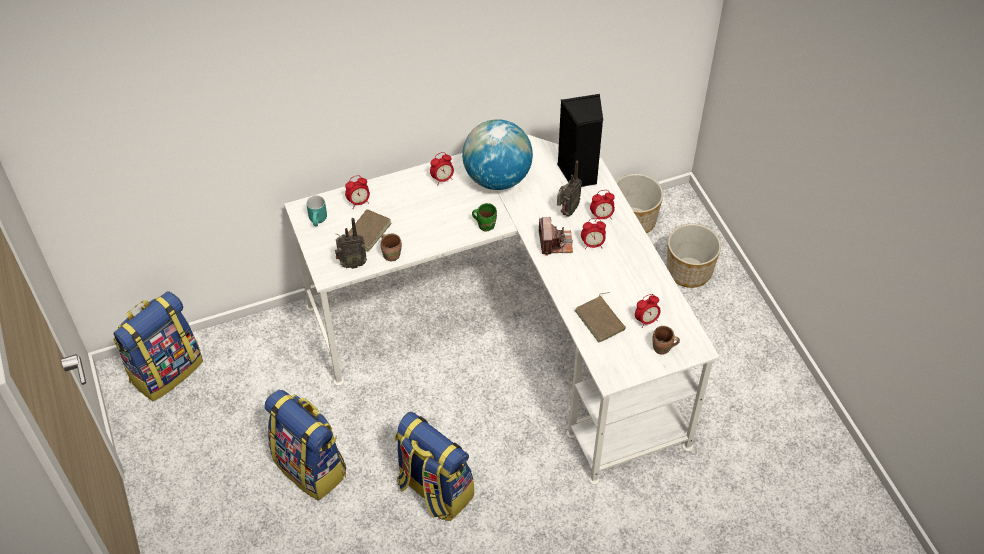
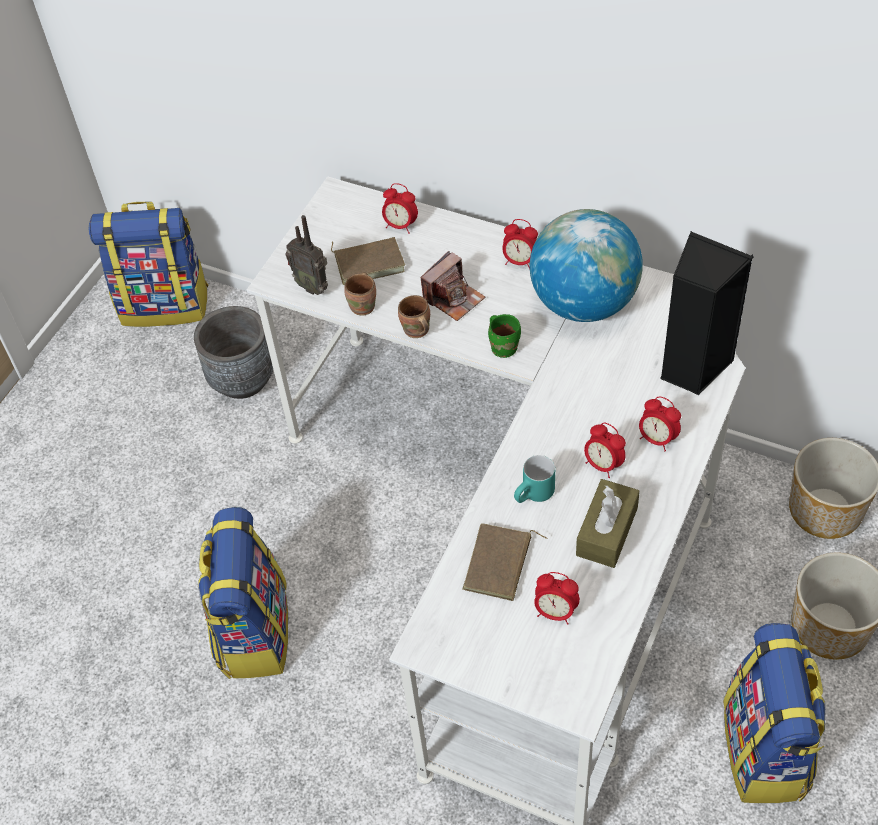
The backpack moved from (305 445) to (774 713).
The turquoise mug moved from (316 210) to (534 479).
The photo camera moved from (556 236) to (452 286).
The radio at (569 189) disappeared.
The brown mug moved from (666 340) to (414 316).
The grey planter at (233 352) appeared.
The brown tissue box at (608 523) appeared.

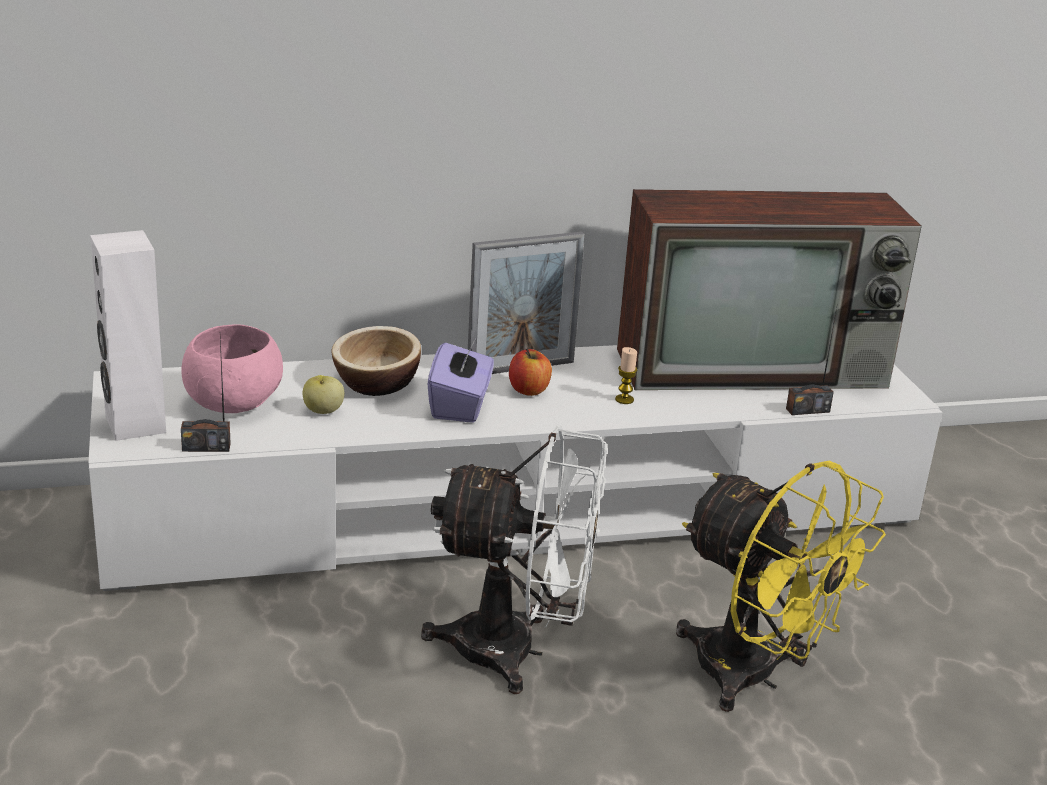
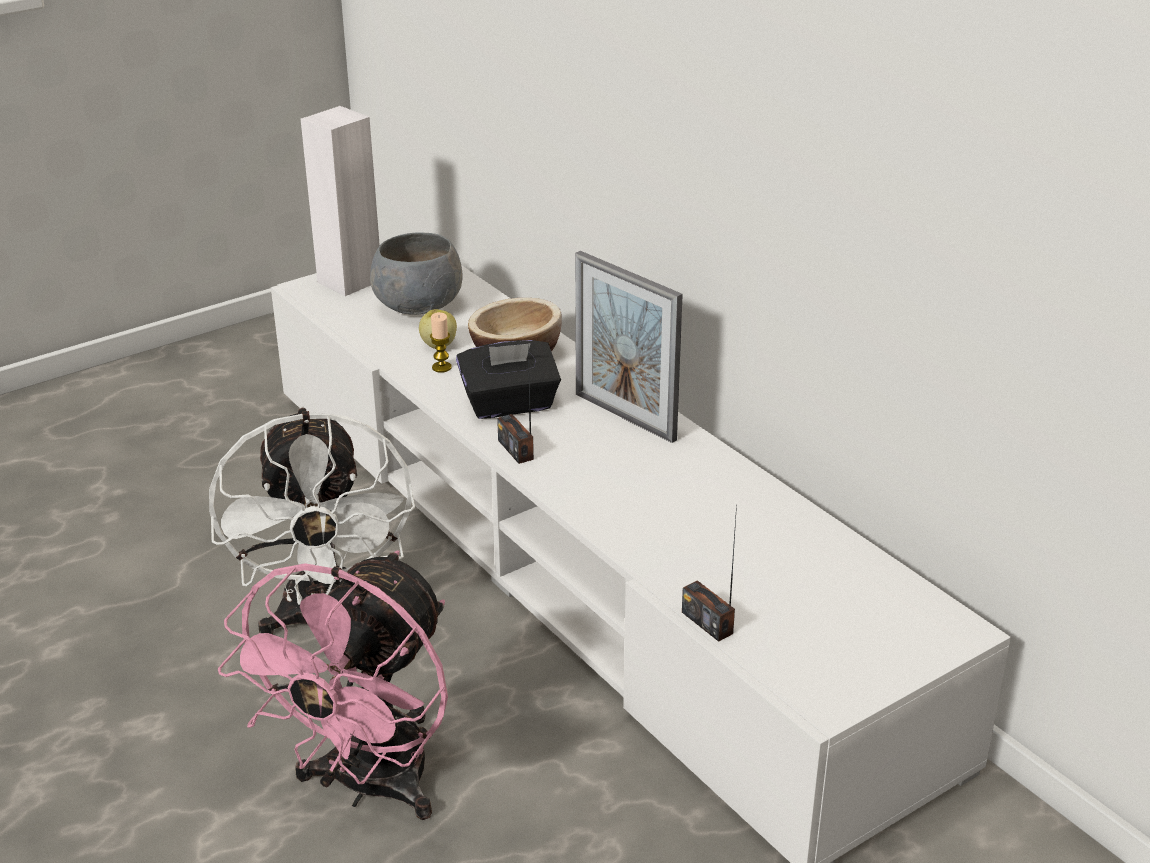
The radio moved from (206 395) to (515 403).
The pink bowl at (232 368) became the grey bowl at (416 273).
The purple tissue box at (461 380) became the black tissue box at (508 379).
The apple at (530 372) disappeared.
The candle moved from (626 375) to (441 342).
The television at (769 289) disappeared.
The yellow fan at (781 586) became the pink fan at (333 685).

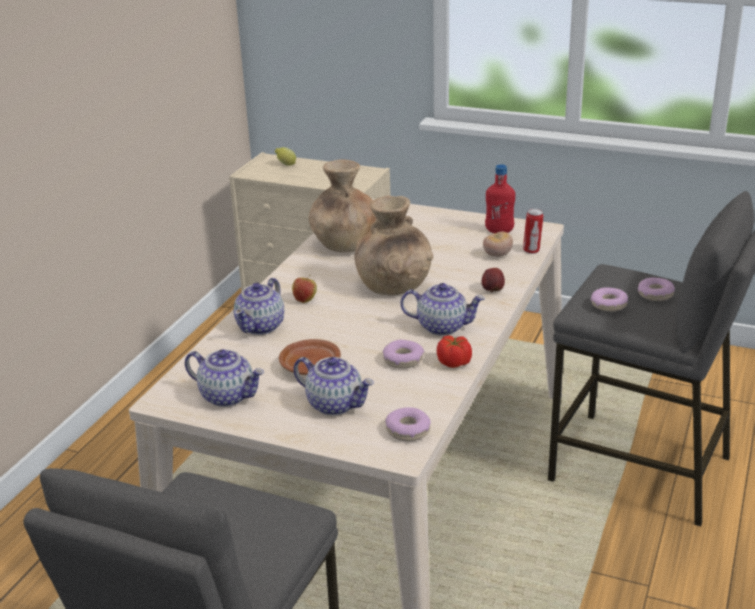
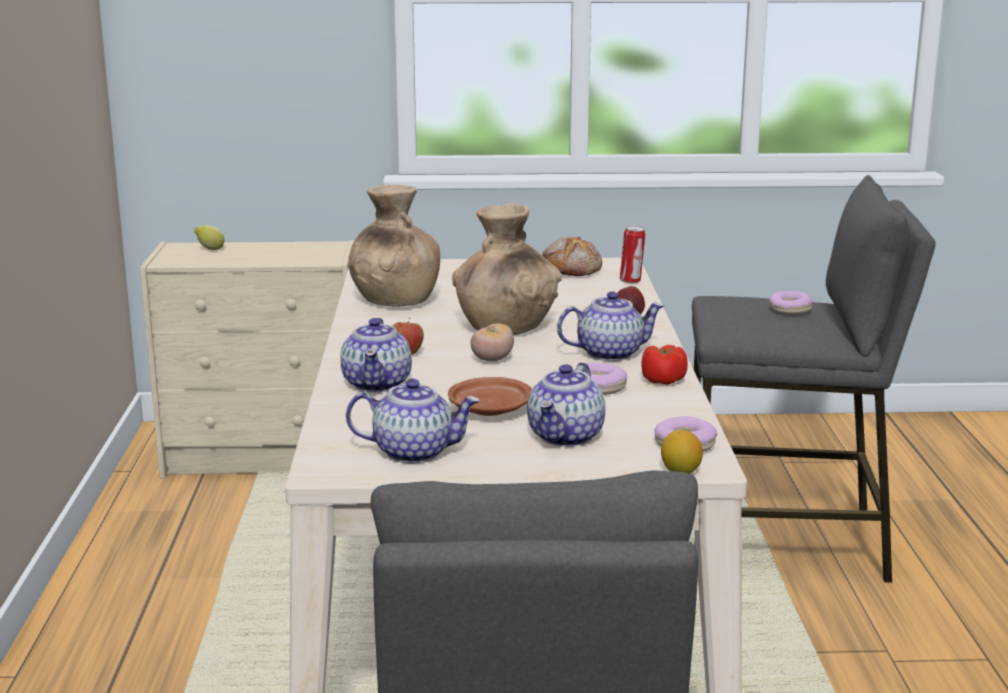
The teapot at (333 386) turned 105 degrees clockwise.
The tomato moved from (498 244) to (492 342).
The red bottle at (500 198) was replaced by the bread at (572 256).
The donut at (609 299) disappeared.
The lemon at (682 452) appeared.

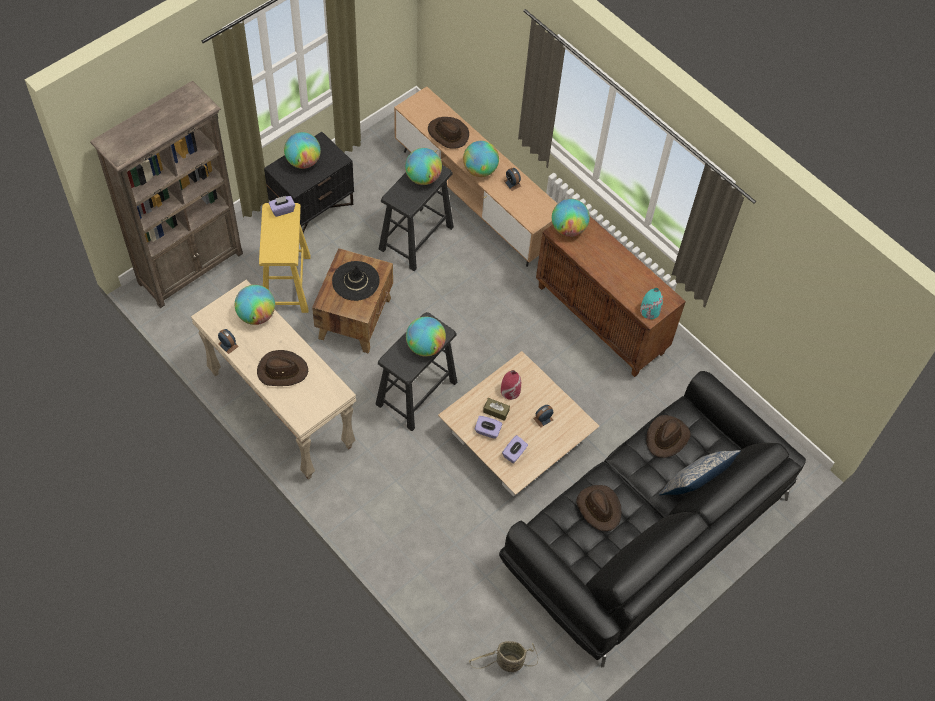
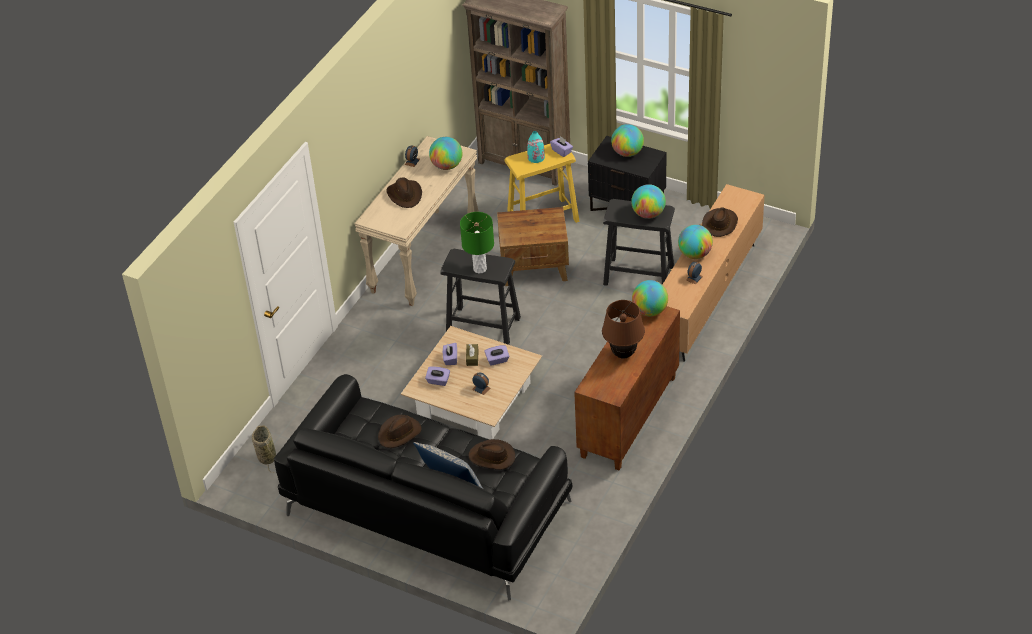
The black hat at (356 281) disappeared.
The globe at (426 337) was replaced by the green table lamp at (477 242).
The red vase at (511 385) was replaced by the purple tissue box at (496 355).
The turquoise vase moved from (651 303) to (536 147).
The brown table lamp at (623 329) appeared.

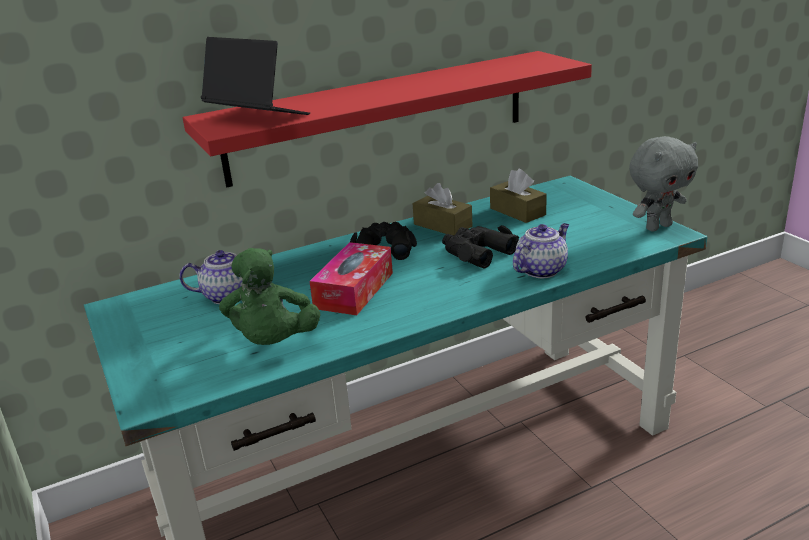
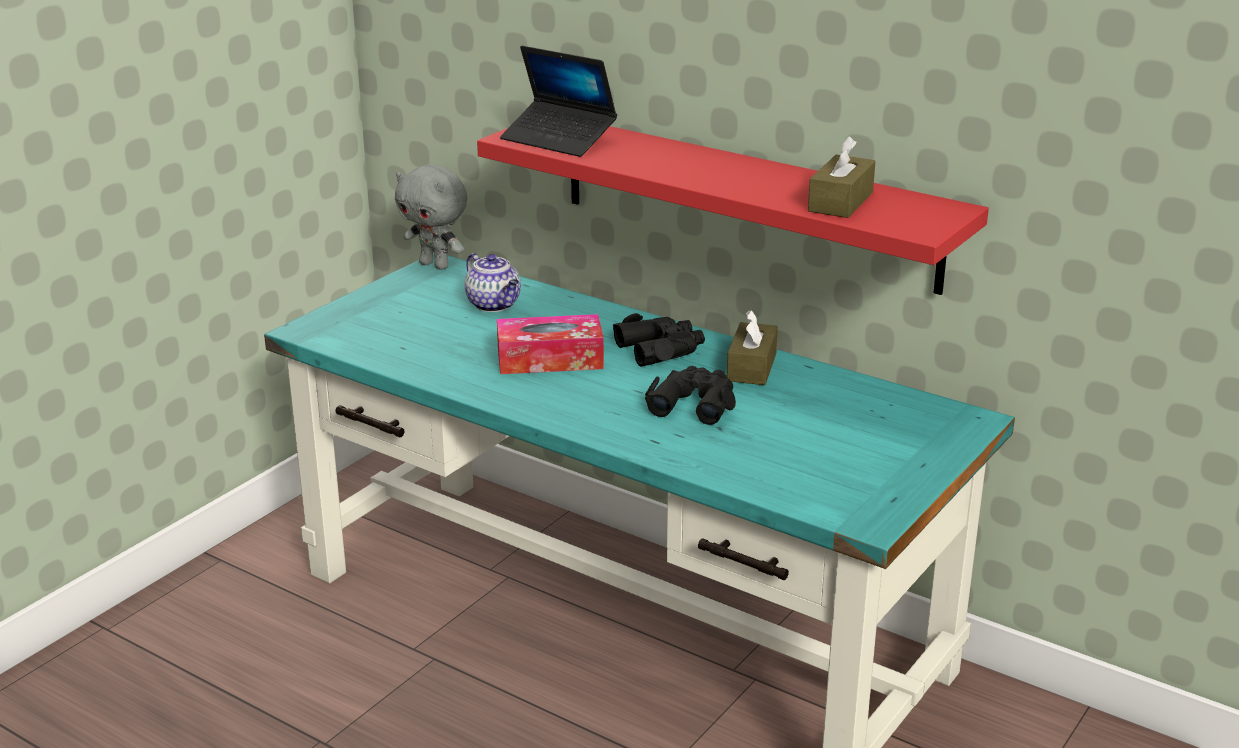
The laptop at (255 76) turned 120 degrees clockwise.
The green plush toy at (269 296) disappeared.
The brown tissue box moved from (518 196) to (841 177).
The teapot at (541 250) disappeared.
The grey plush toy moved from (663 183) to (431 217).

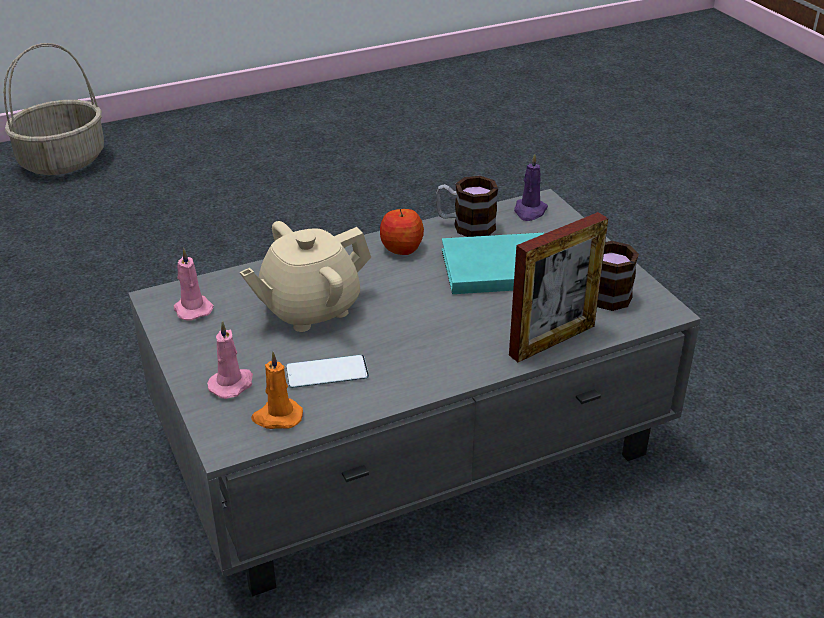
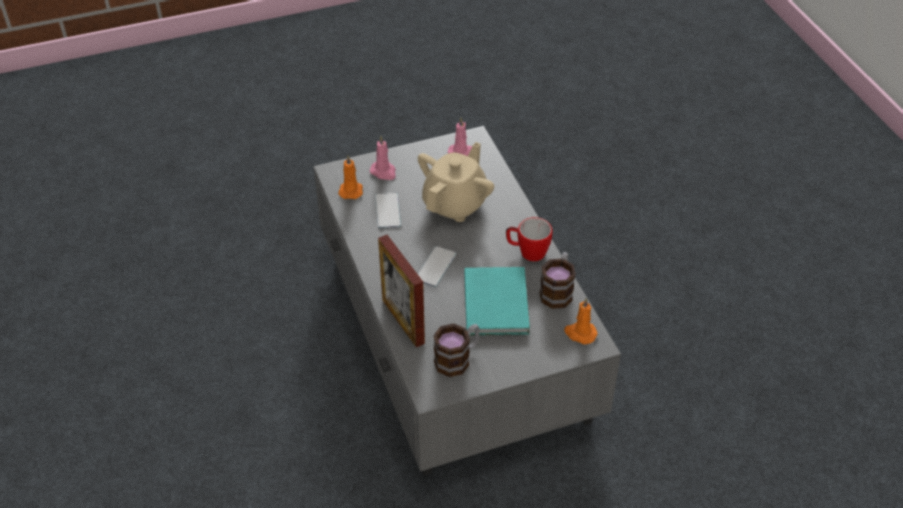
The basket at (53 109) disappeared.
The beige teapot at (305 276) turned 60 degrees clockwise.
The apple at (402 232) was replaced by the mug at (529 239).
The purple candle at (531 187) became the orange candle at (581 321).
The phone at (437 266) appeared.

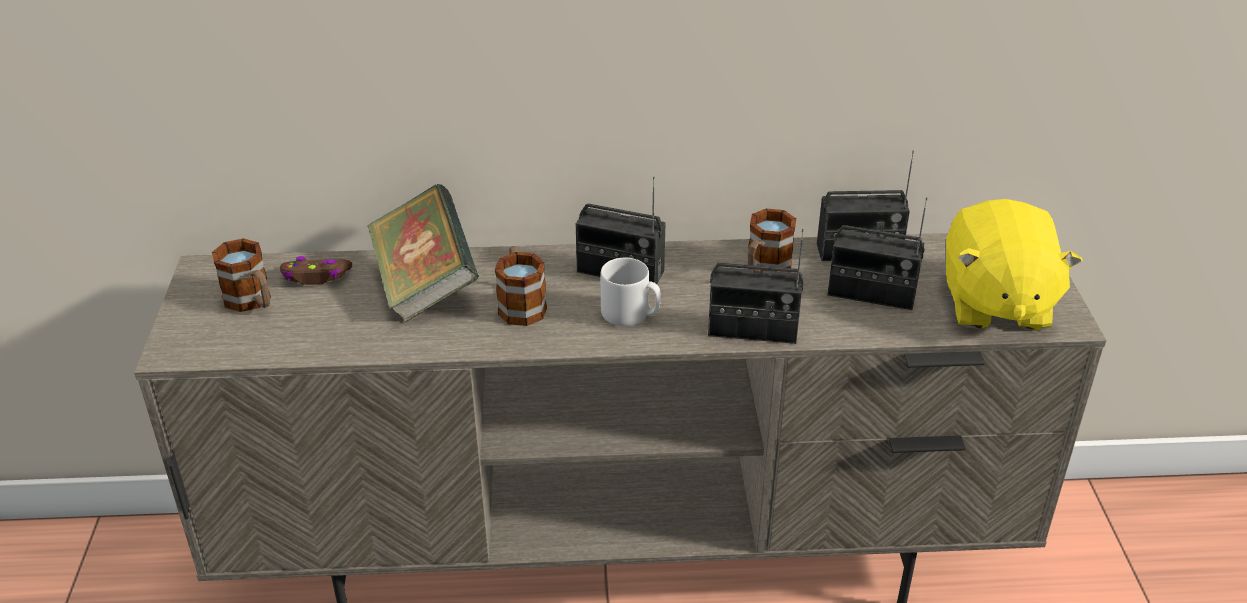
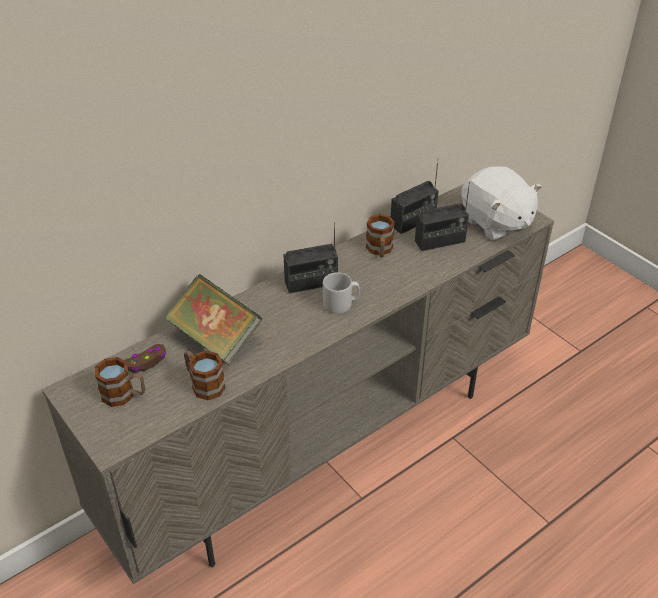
The mug moved from (521 286) to (204 375).
The radio at (756 286) disappeared.
The yellow plush toy at (1014 265) became the white plush toy at (501 203).

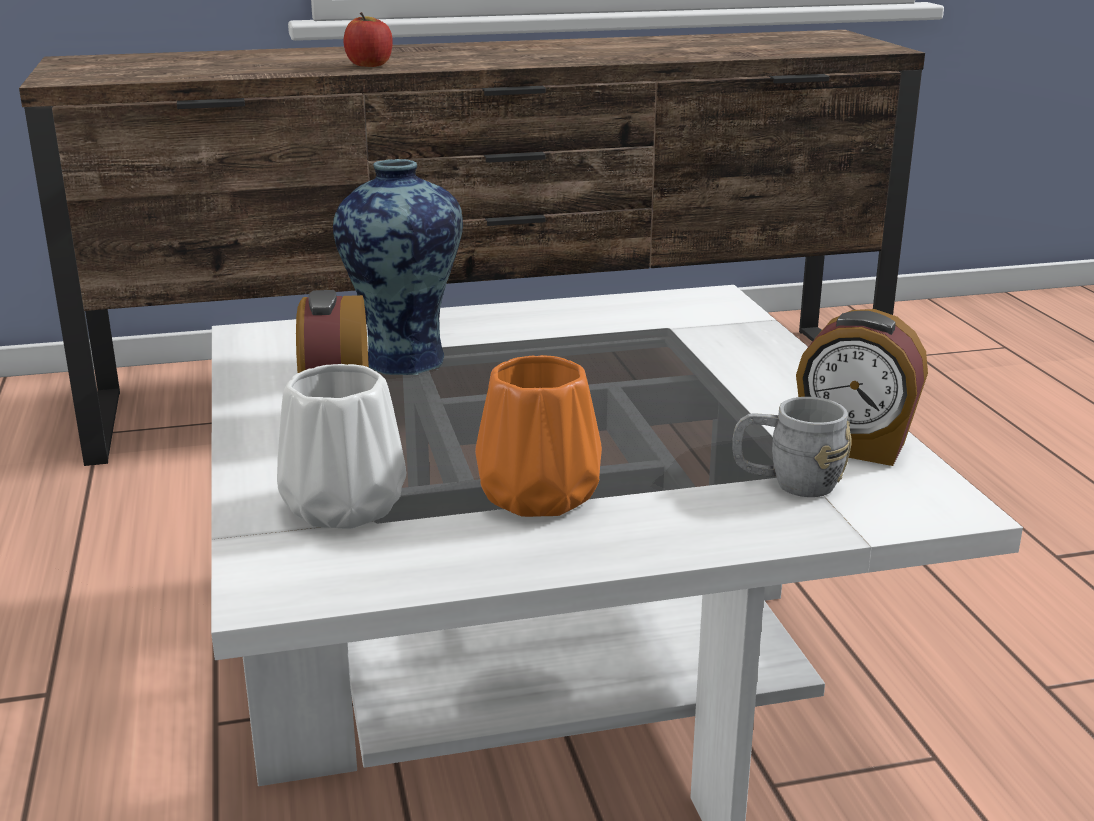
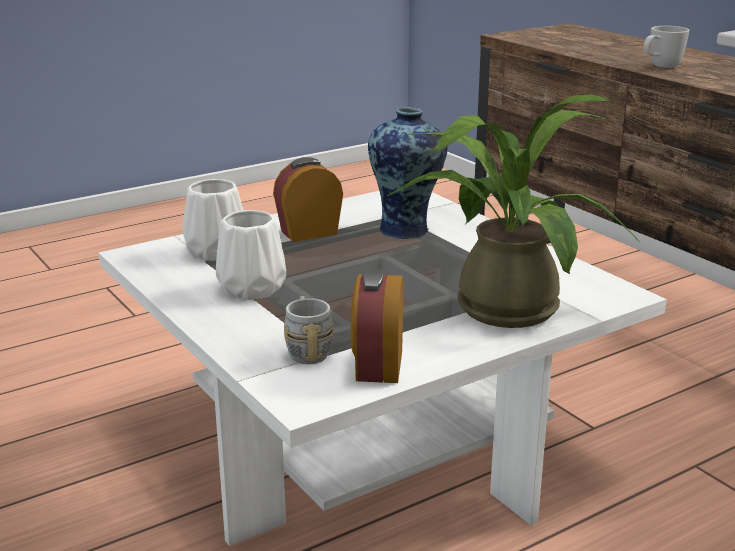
The apple at (368 39) was replaced by the white mug at (666 47).
The orange vase at (538 436) became the white vase at (251 255).
The potted plant at (512 211) appeared.

